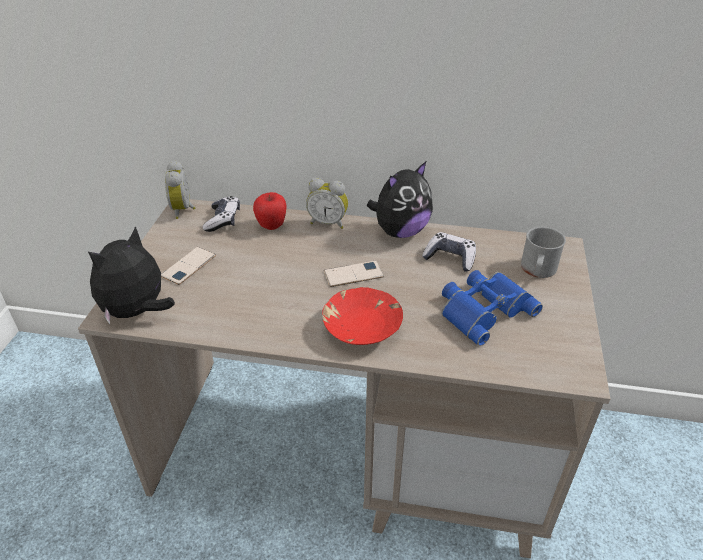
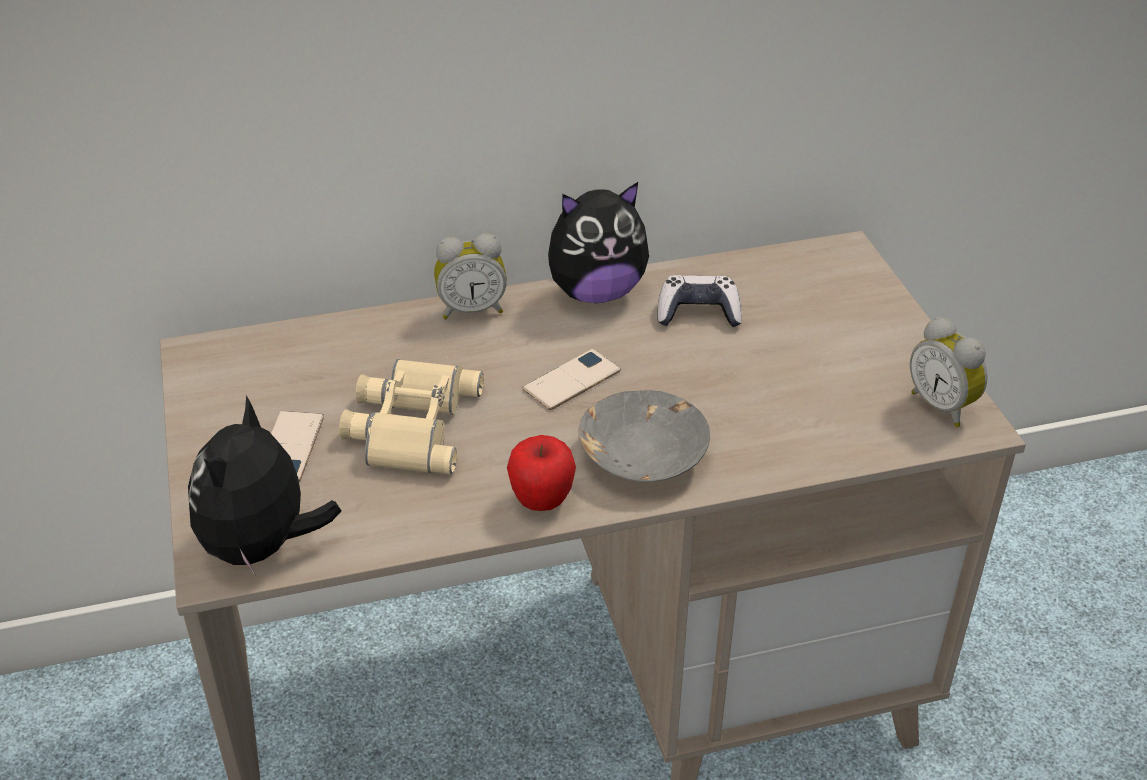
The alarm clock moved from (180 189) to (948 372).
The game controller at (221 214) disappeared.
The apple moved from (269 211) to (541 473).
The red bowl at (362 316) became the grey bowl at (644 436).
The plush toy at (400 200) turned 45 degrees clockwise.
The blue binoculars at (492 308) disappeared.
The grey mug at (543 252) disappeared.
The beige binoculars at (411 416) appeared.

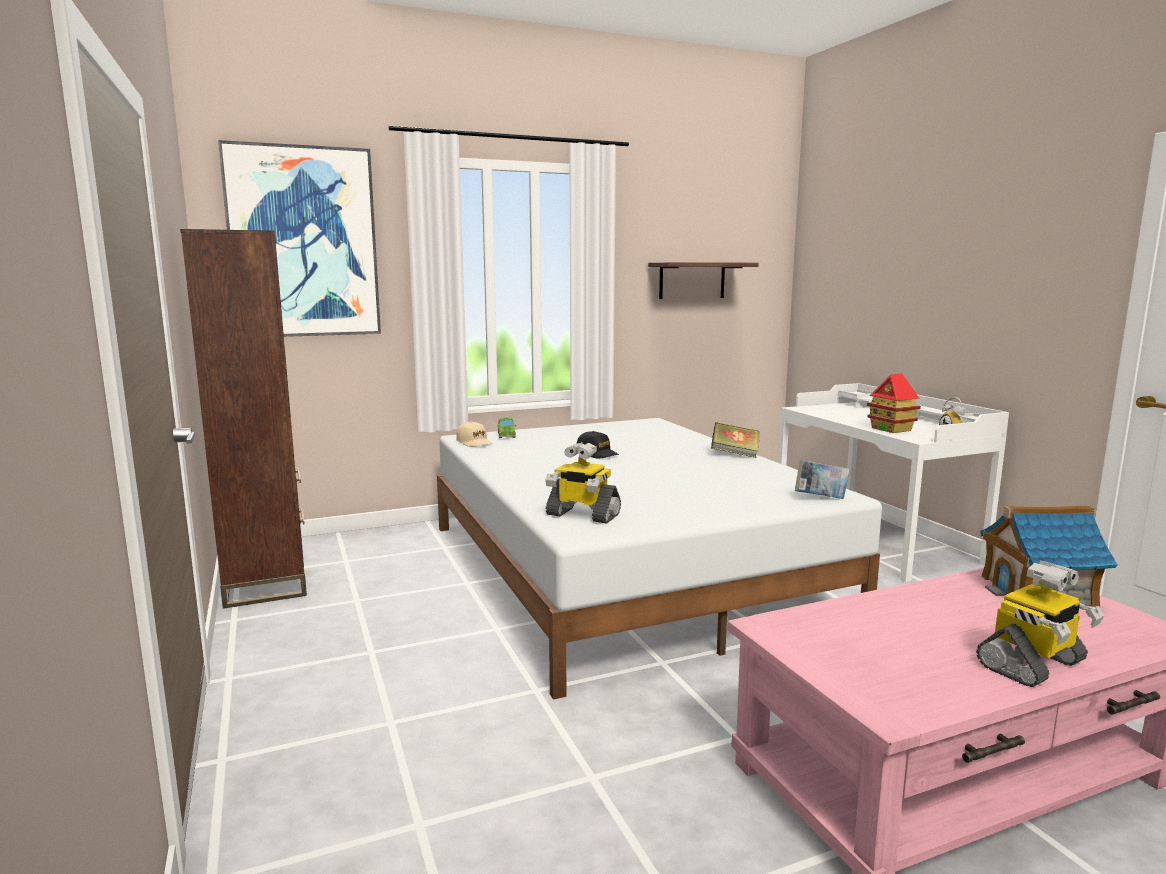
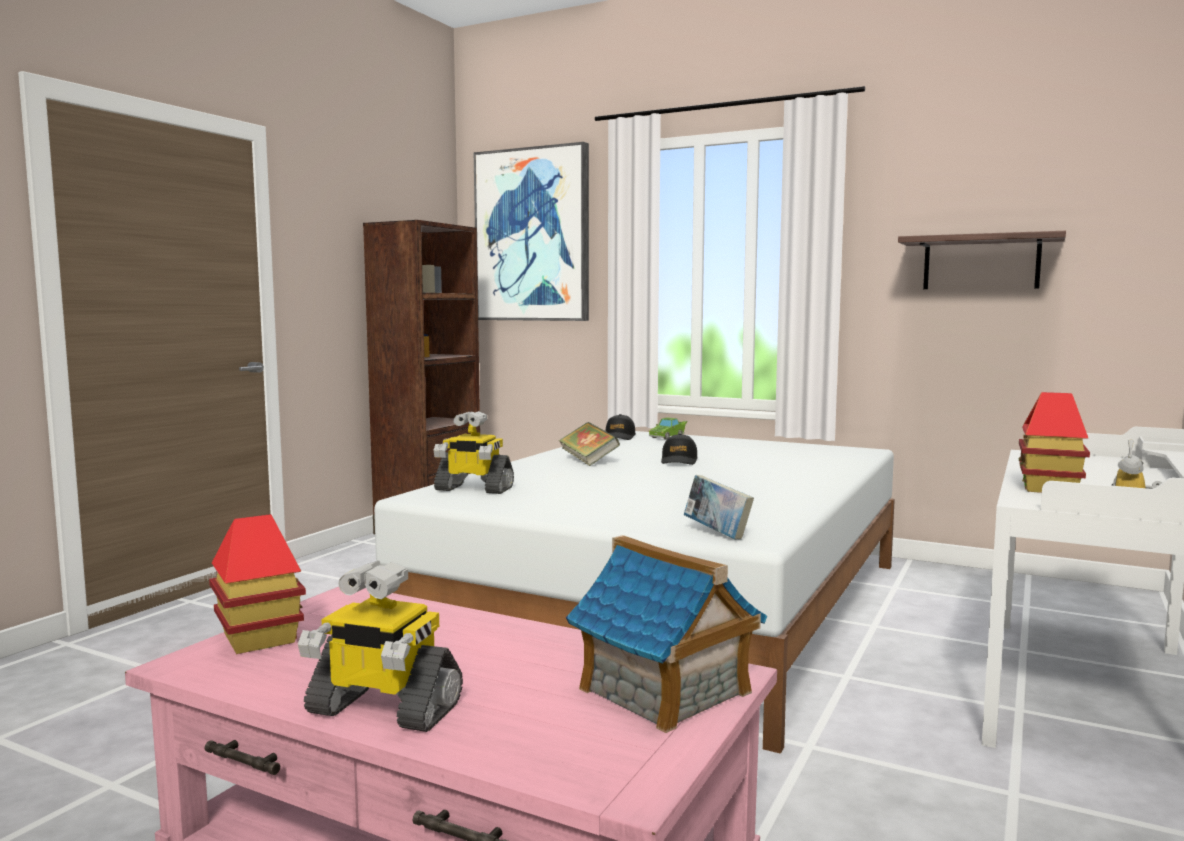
The beige cap at (474 434) became the black cap at (621 427).
The toy robot at (583 482) turned 60 degrees counterclockwise.
The book moved from (735 440) to (589 444).
The toy house at (257 584) appeared.

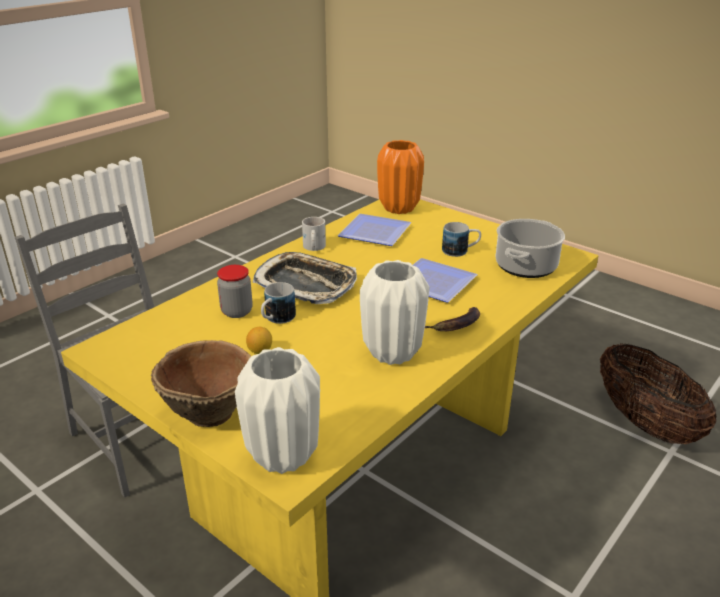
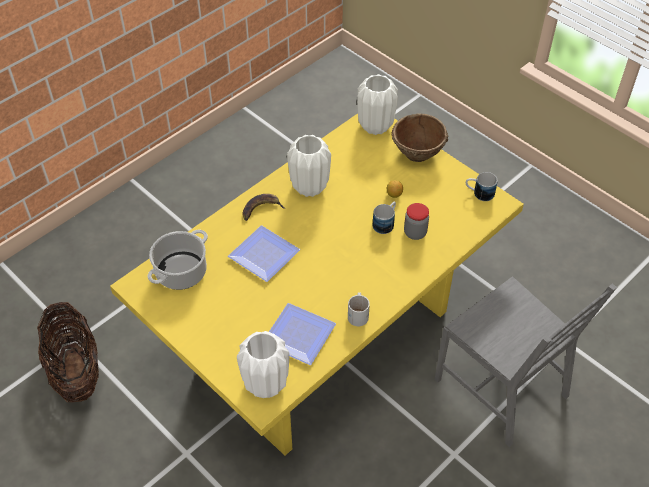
The tray at (304 278) disappeared.
The orange vase at (400 177) became the white vase at (263 364).
The mug moved from (461 239) to (482 186).

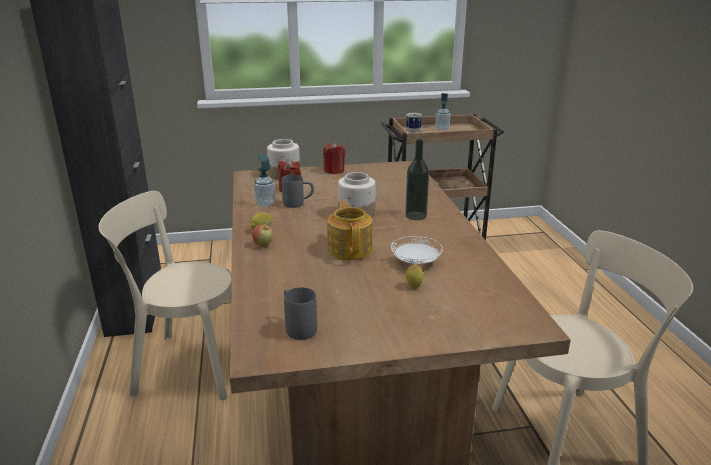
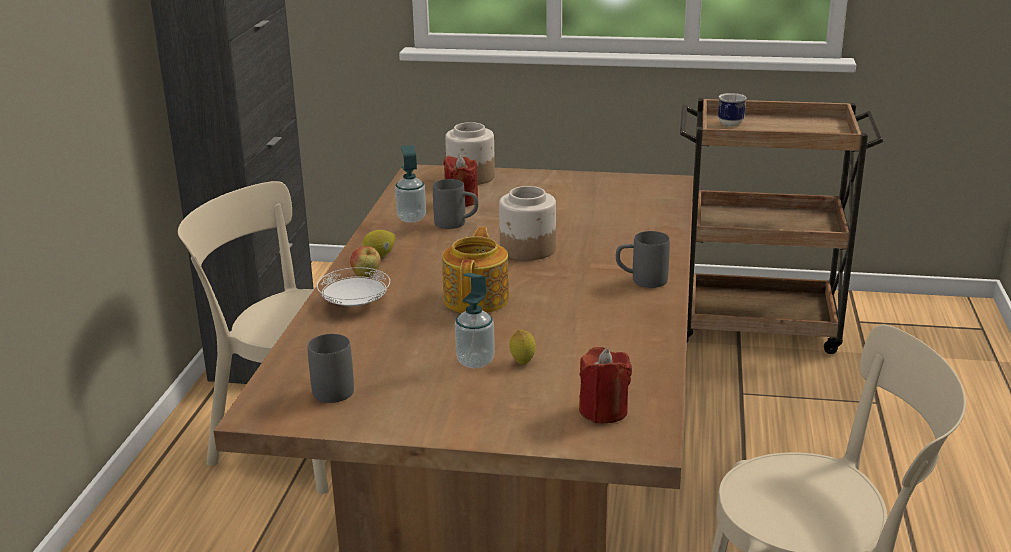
The red candle moved from (334 158) to (605 385).
The white plate moved from (417 250) to (353 286).
The bottle at (417 179) disappeared.
The soap dispenser moved from (443 111) to (475 320).
The grey mug at (643 259) appeared.

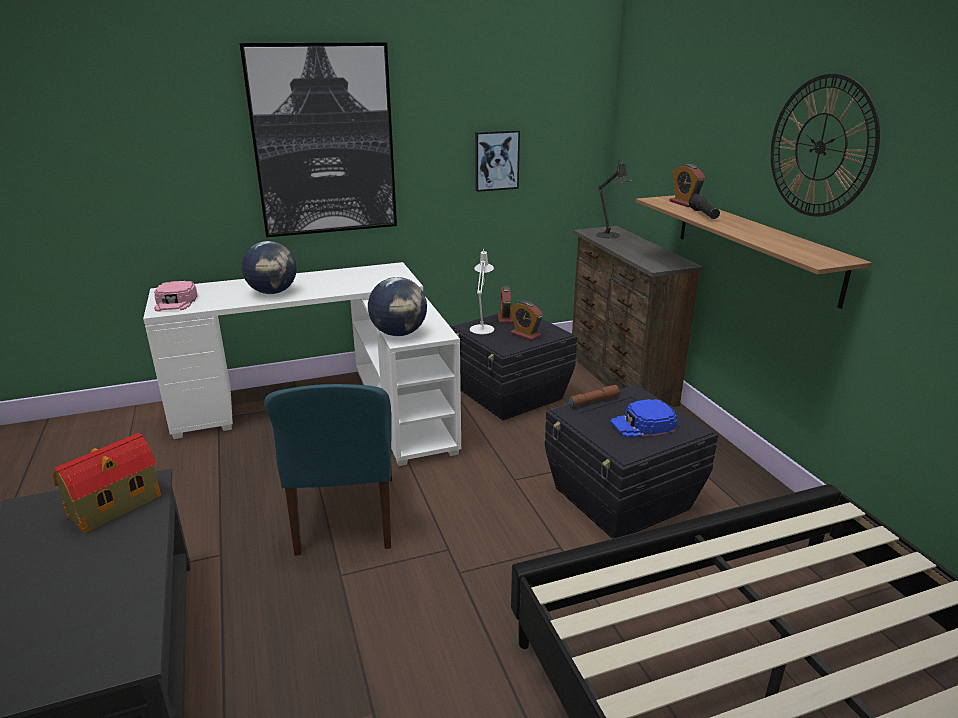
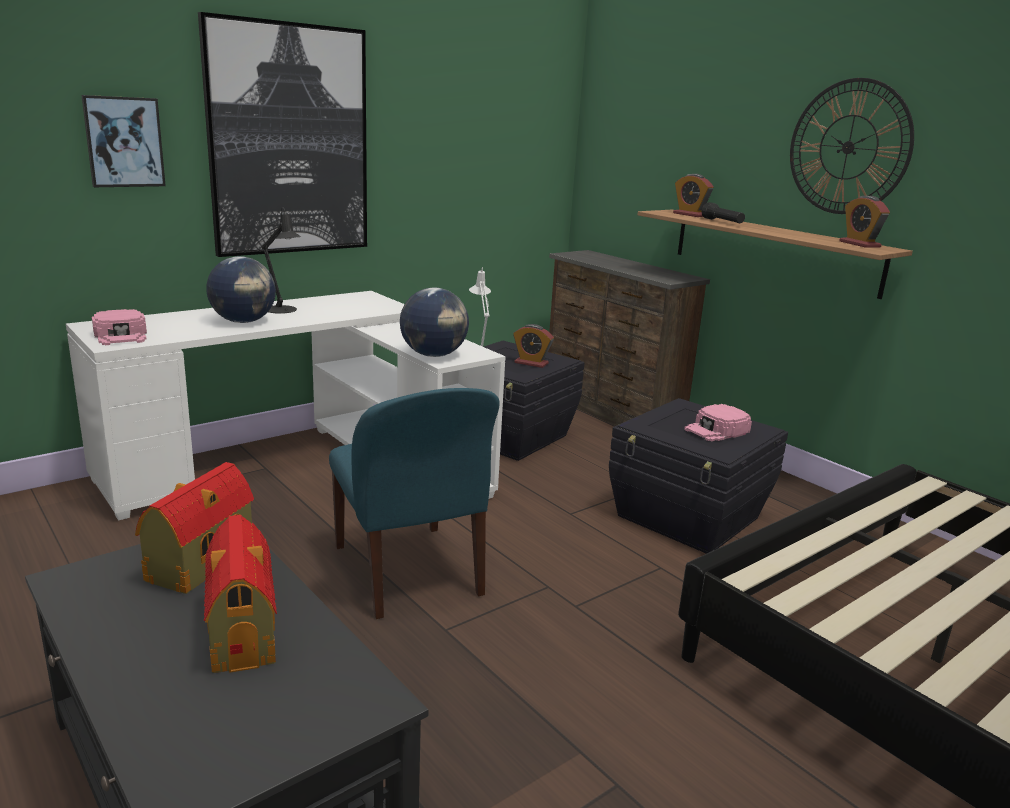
The picture moved from (497 161) to (123 141).
The alarm clock moved from (505 304) to (864 222).
The brown flashlight at (594 396) disappeared.
The black table lamp moved from (614 198) to (281 260).
The blue cap at (643 418) became the pink cap at (718 422).
The toy house at (240 594) appeared.

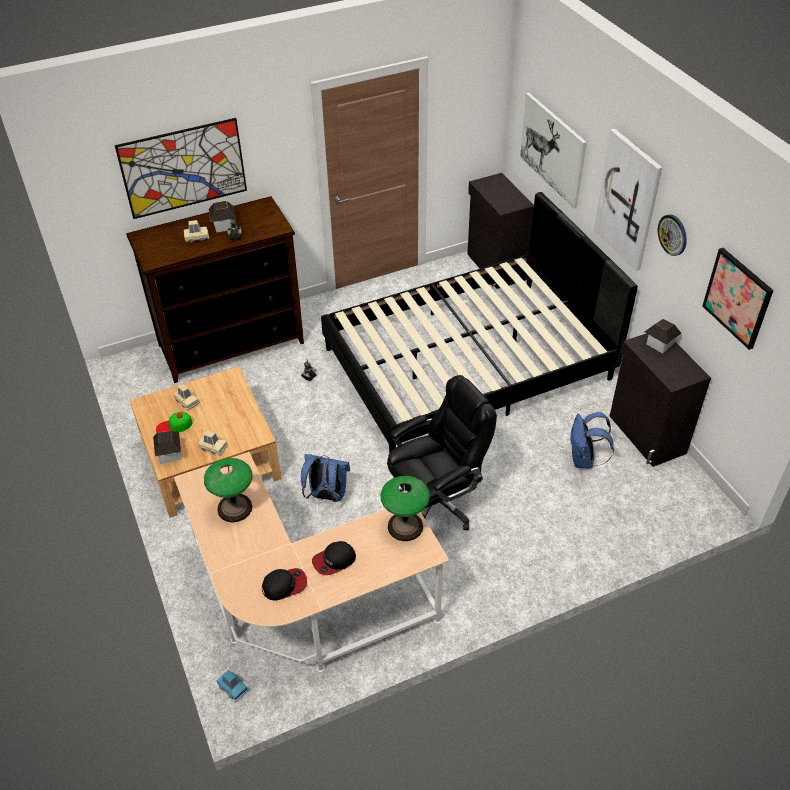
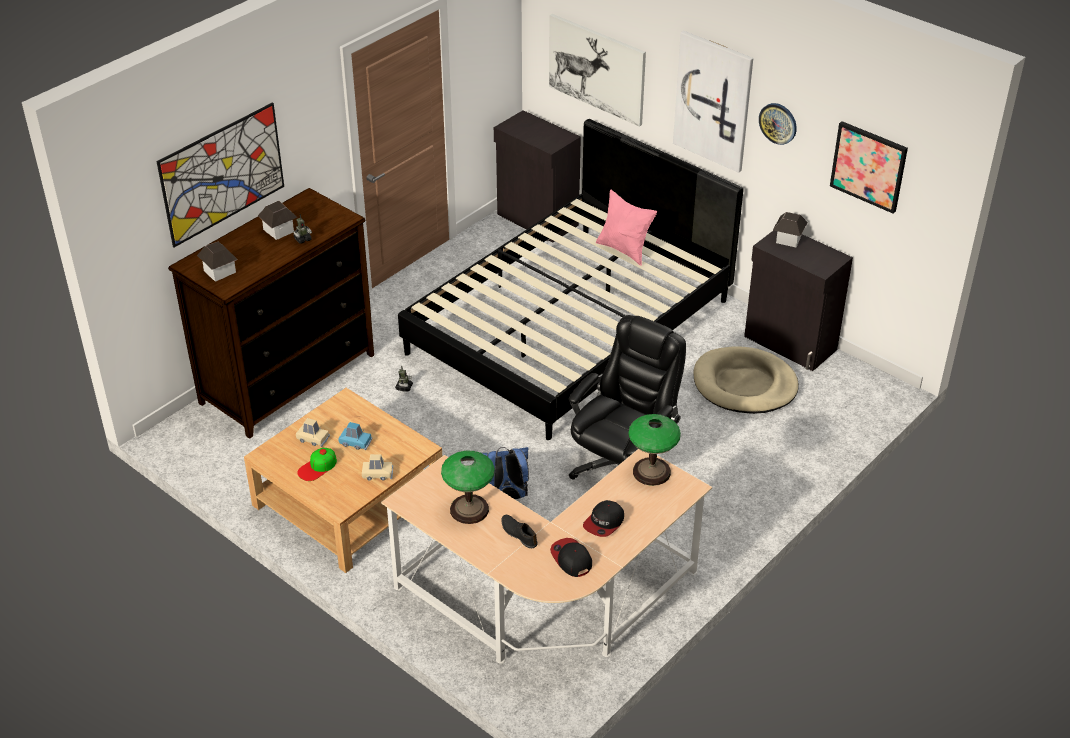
The toy house moved from (167 447) to (217 262).
The beige toy car at (196 231) disappeared.
The blue toy car moved from (232 685) to (355 436).
The cap at (284 584) turned 75 degrees counterclockwise.
The blue backpack at (592 440) was replaced by the beige dog bed at (746 380).
The black shoe at (519 531) appeared.
The pink pillow at (626 228) appeared.

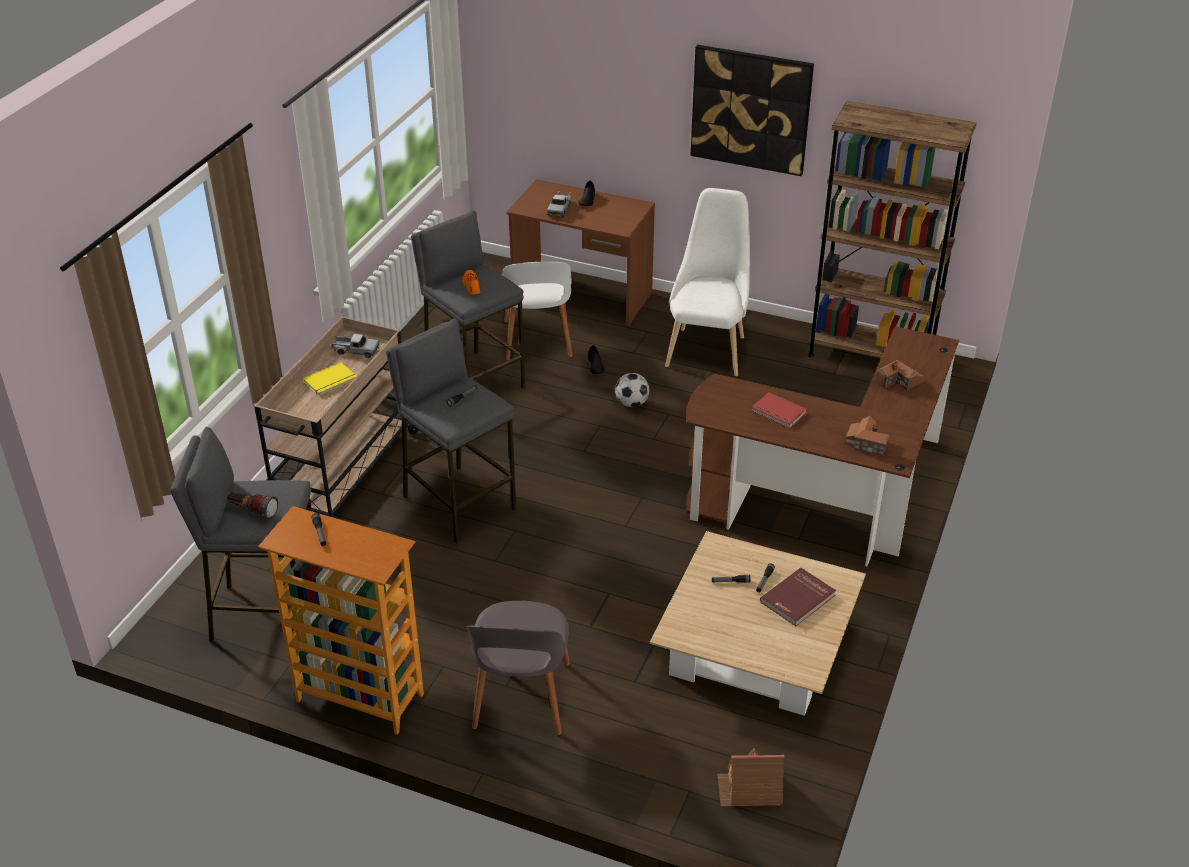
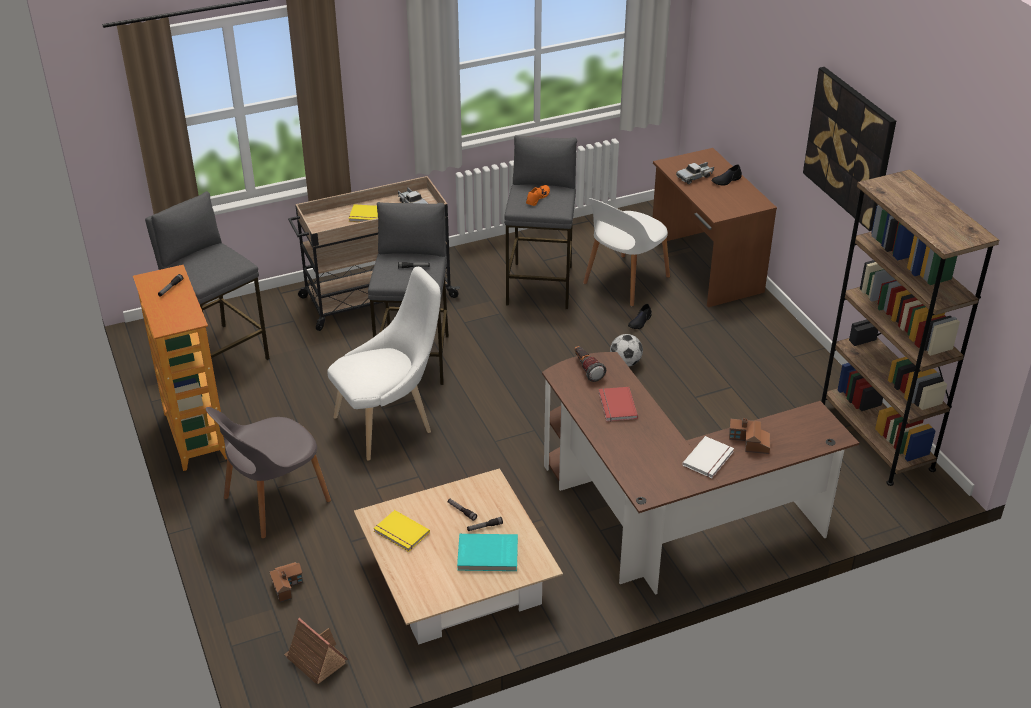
The flashlight moved from (252 506) to (590 364).
The white chair moved from (707 282) to (384 363).
The red book at (798 597) became the turquoise book at (487 552).
The toy house moved from (867 436) to (286 582).
The yellow book at (402 531) appeared.
The white book at (708 457) appeared.

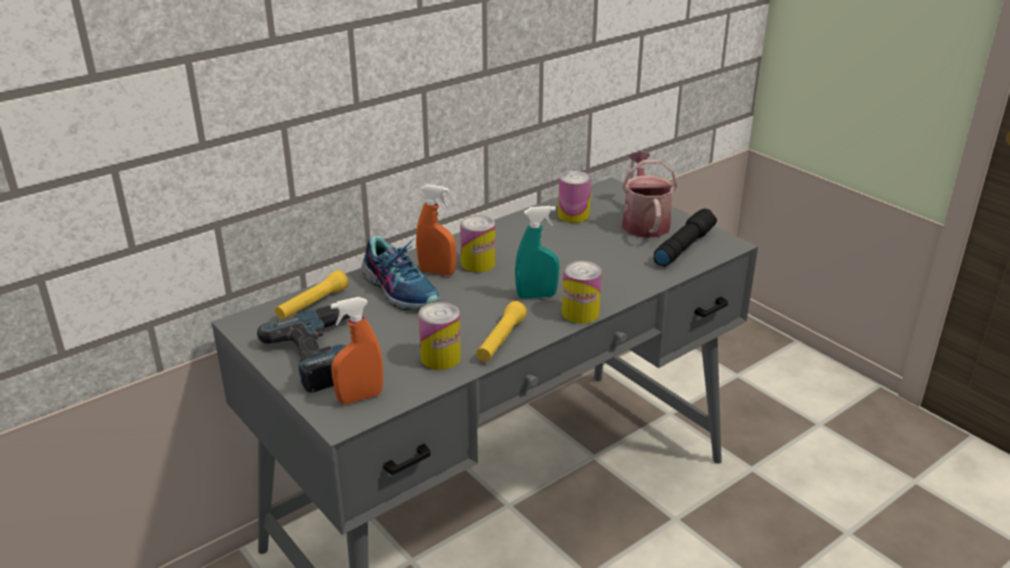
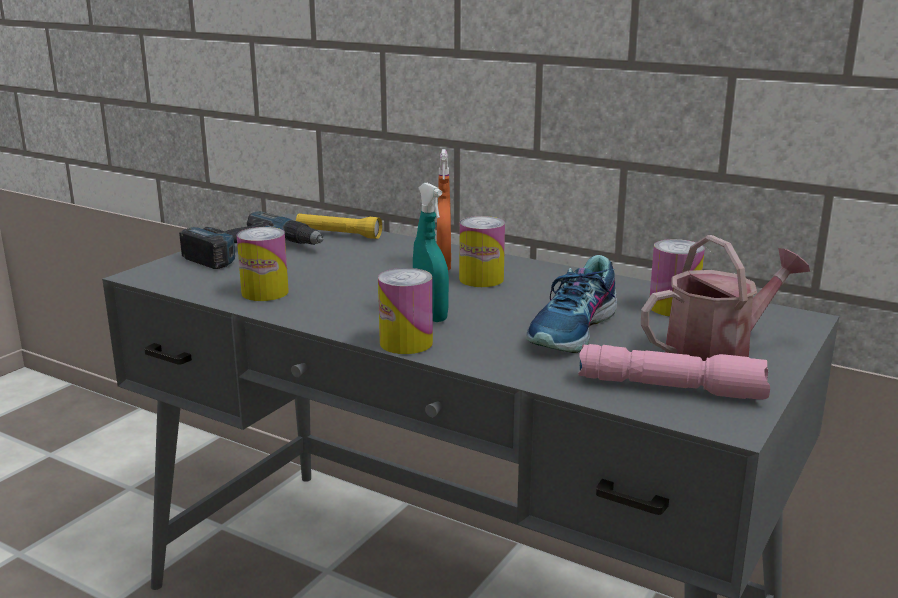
The orange spray bottle at (357 350) disappeared.
The shoe moved from (400 273) to (571 304).
The yellow flashlight at (501 331) disappeared.
The black flashlight at (685 237) became the pink flashlight at (674 372).

